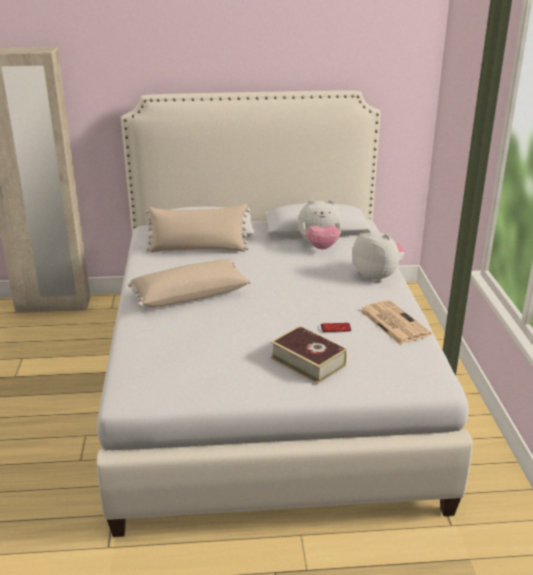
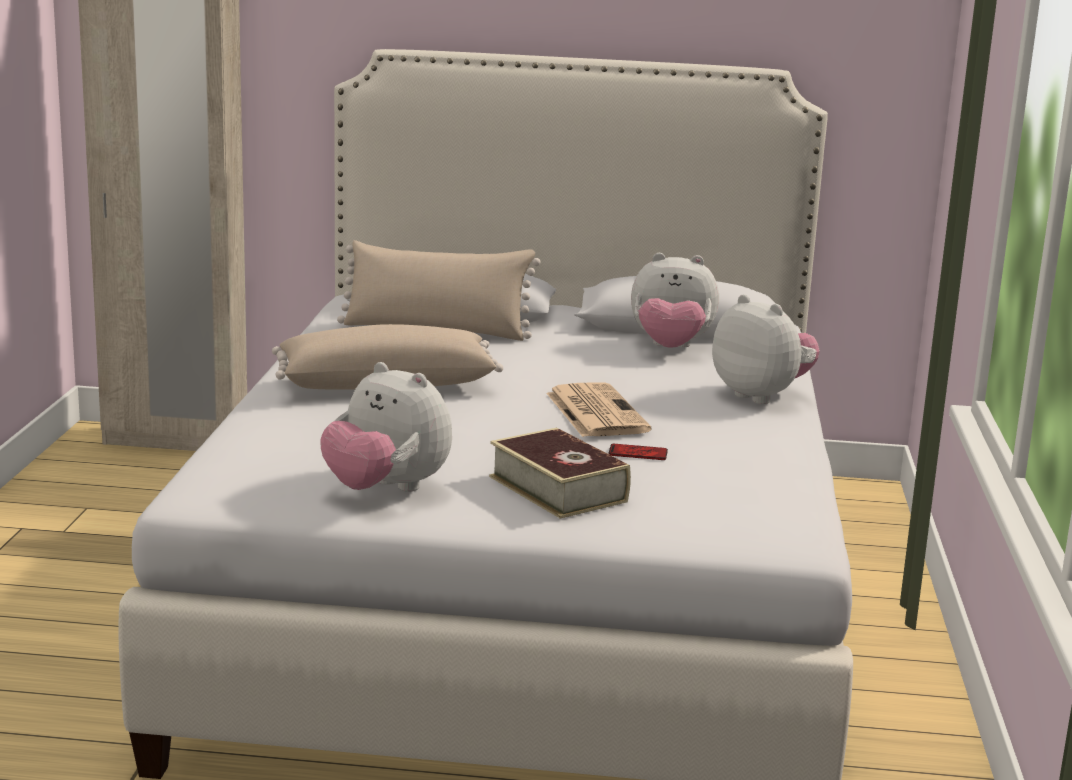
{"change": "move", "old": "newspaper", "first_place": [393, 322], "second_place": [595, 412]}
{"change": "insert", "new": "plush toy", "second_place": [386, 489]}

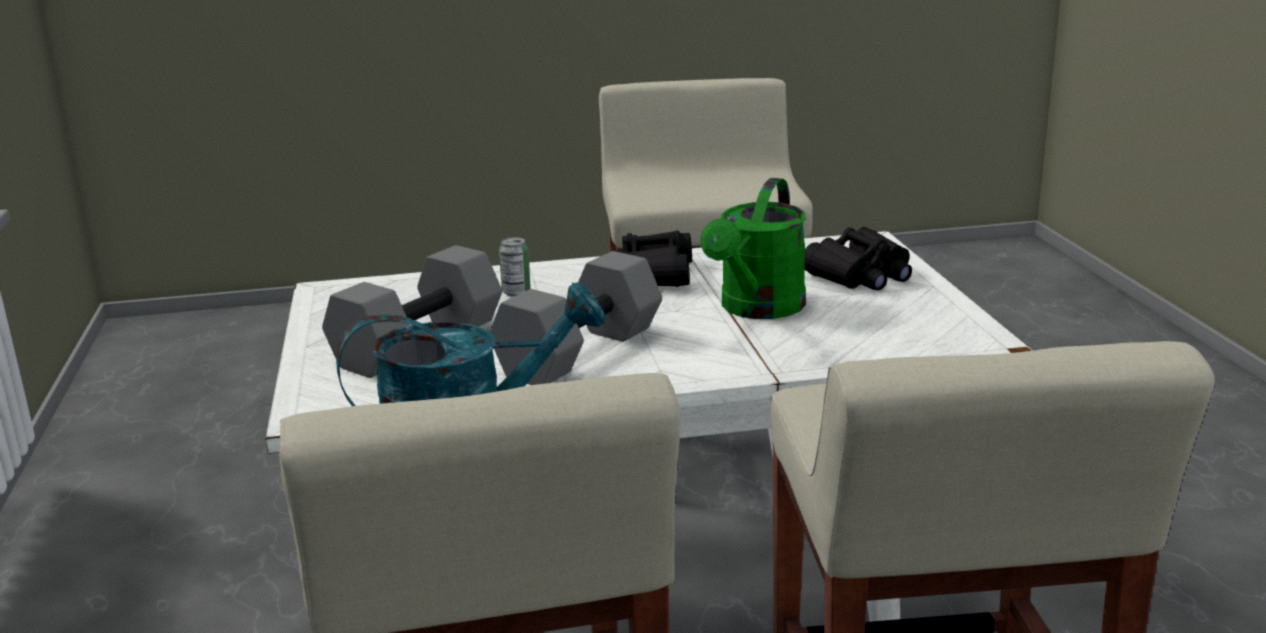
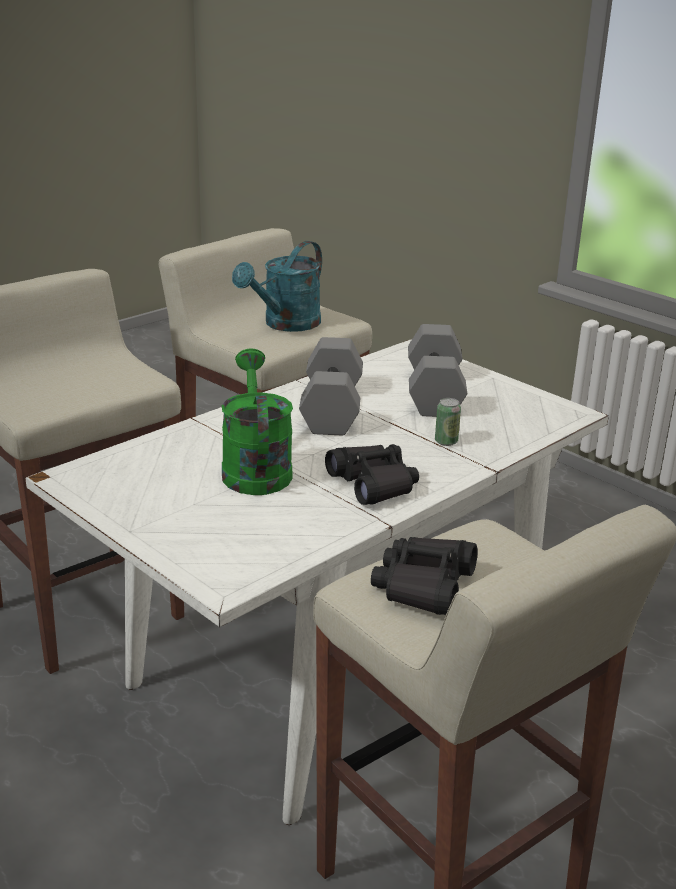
{"change": "move", "old": "black binoculars", "first_place": [860, 275], "second_place": [424, 585]}

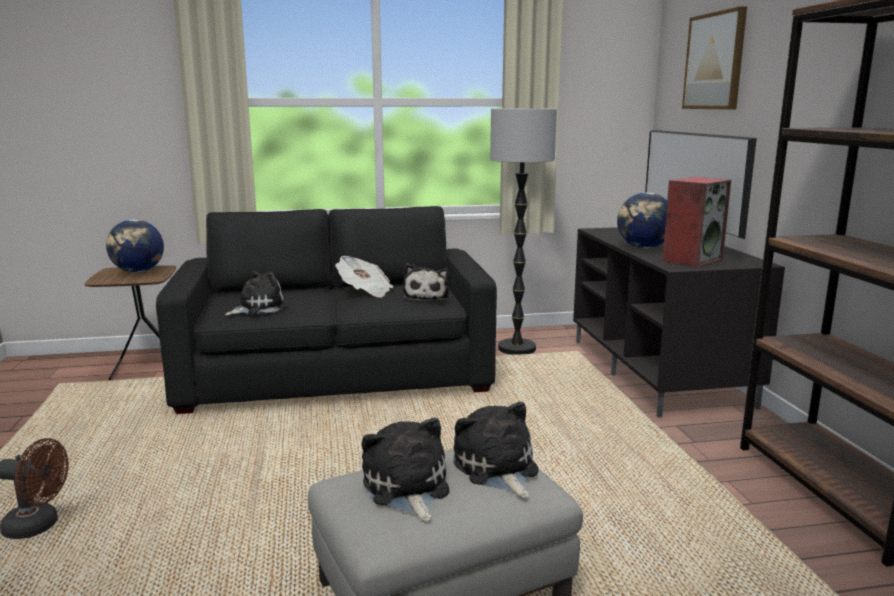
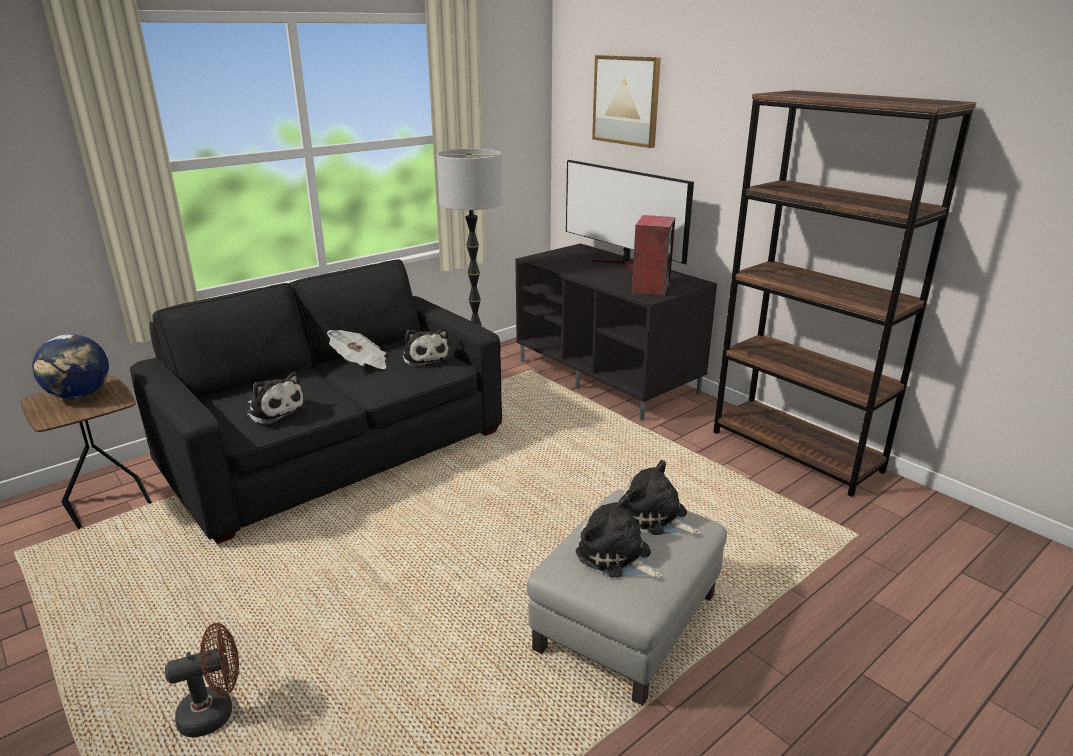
{"change": "rotate", "old": "plush toy", "first_place": [257, 308], "second_place": [274, 410], "degrees": 105}
{"change": "delete", "old": "globe", "first_place": [643, 247]}

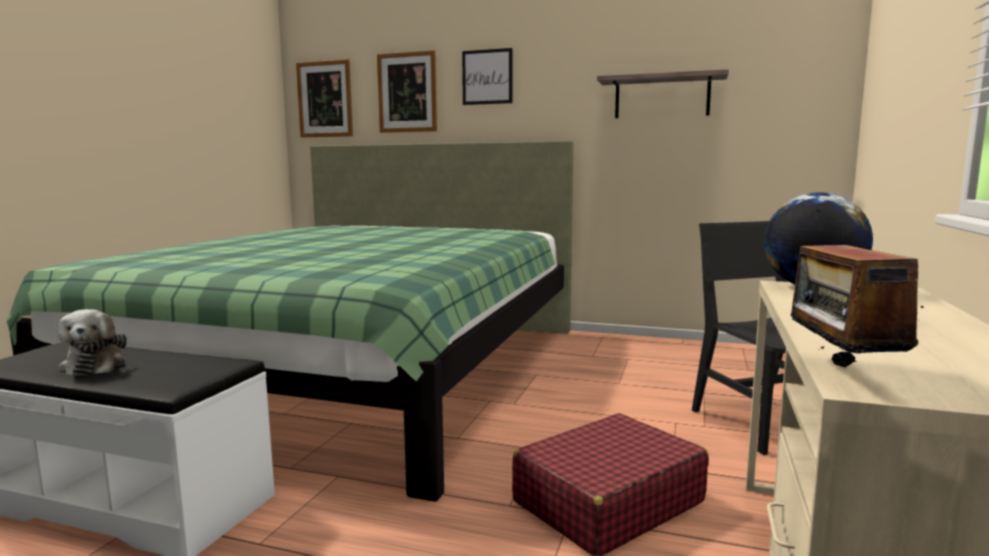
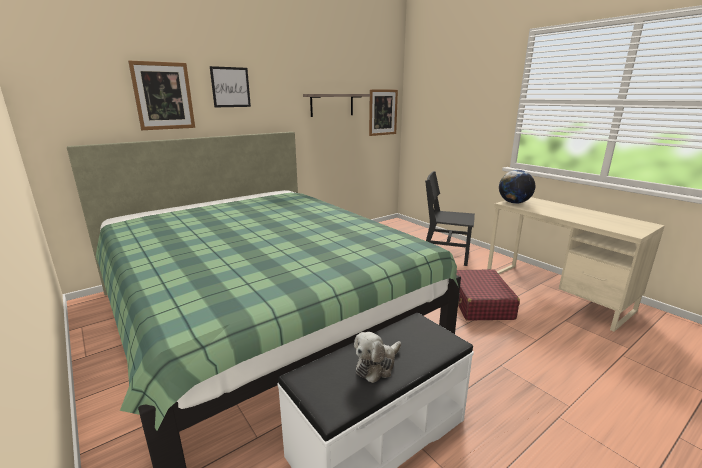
{"change": "rotate", "old": "plush toy", "first_place": [95, 365], "second_place": [377, 365], "degrees": 120}
{"change": "move", "old": "picture", "first_place": [325, 99], "second_place": [383, 112]}
{"change": "delete", "old": "radio", "first_place": [839, 375]}

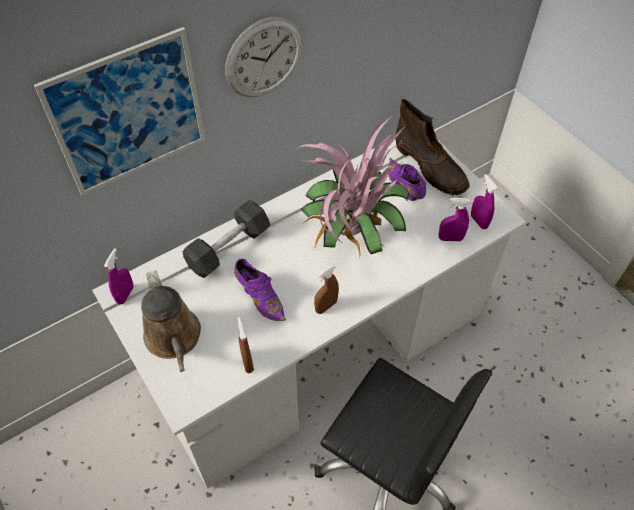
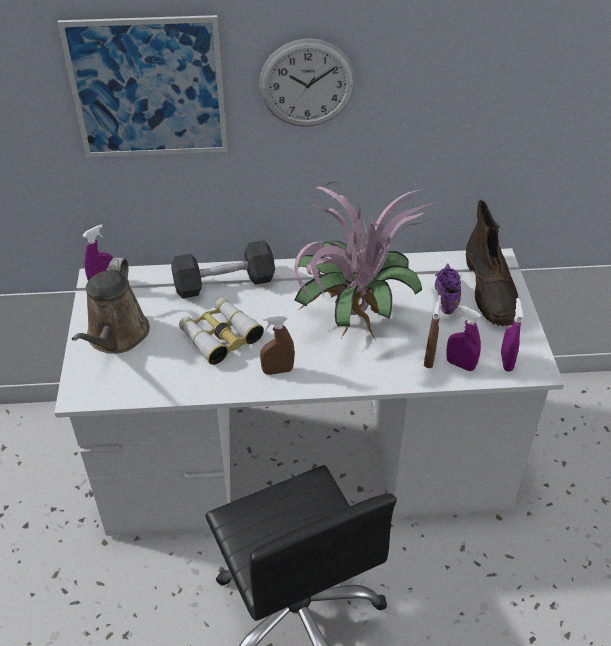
{"change": "replace", "old": "purple shoe", "new": "binoculars", "first_place": [260, 297], "second_place": [220, 336]}
{"change": "move", "old": "brown spray bottle", "first_place": [247, 362], "second_place": [429, 358]}

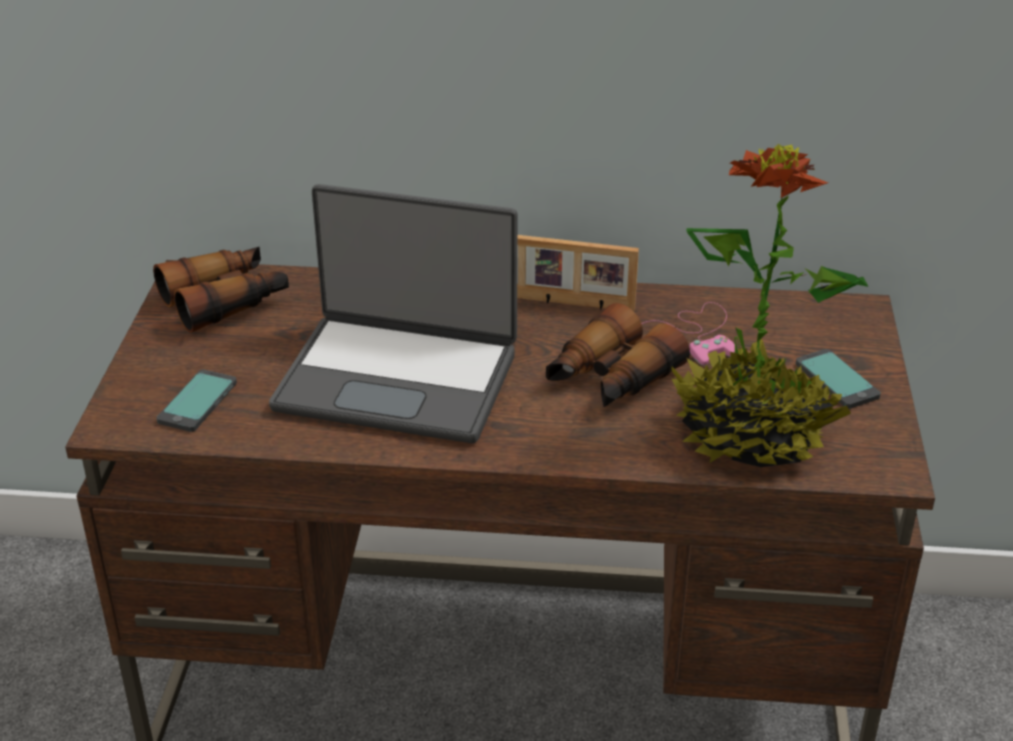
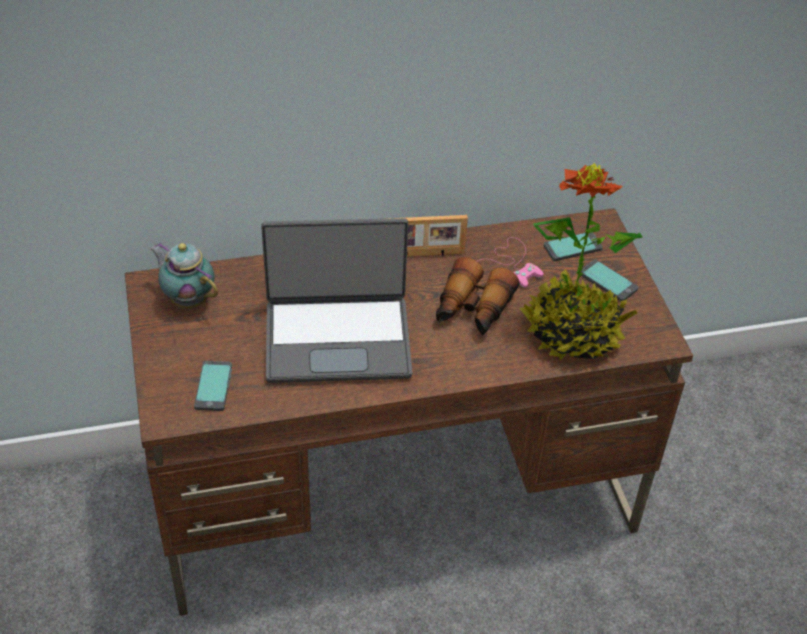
{"change": "replace", "old": "binoculars", "new": "teapot", "first_place": [226, 301], "second_place": [188, 299]}
{"change": "insert", "new": "phone", "second_place": [572, 247]}

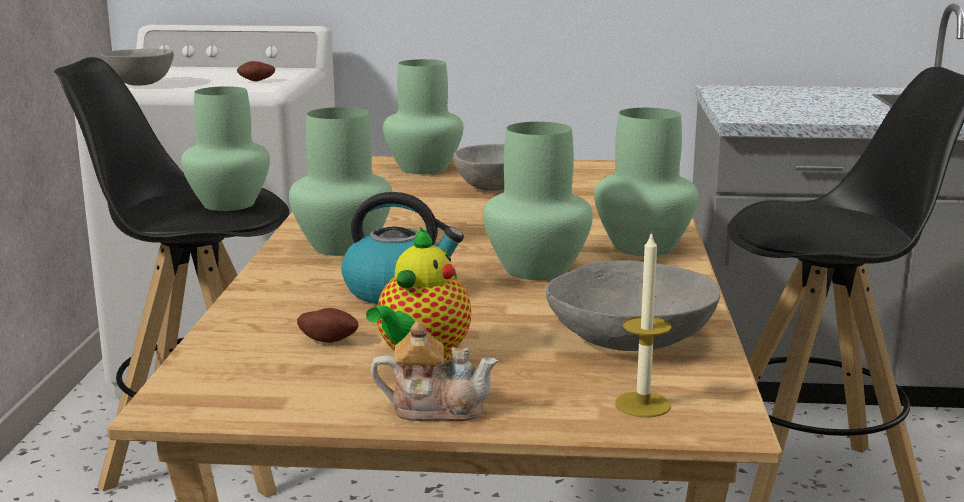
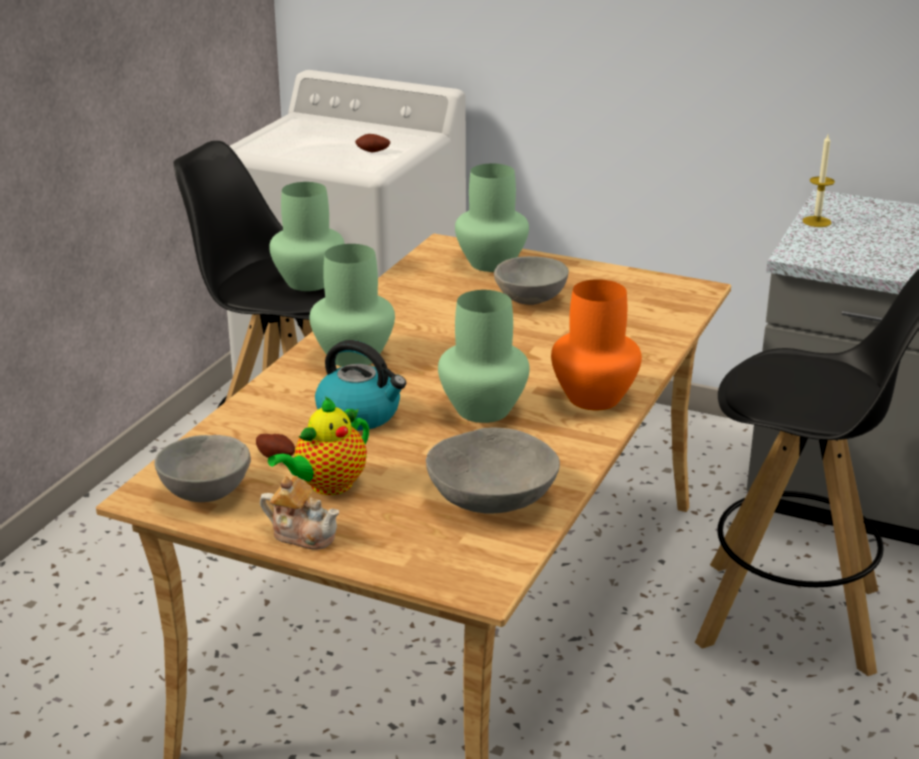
{"change": "move", "old": "grey bowl", "first_place": [139, 85], "second_place": [204, 493]}
{"change": "recolor", "old": "green vase", "new": "orange vase", "first_place": [642, 247], "second_place": [592, 398]}
{"change": "move", "old": "candle", "first_place": [643, 404], "second_place": [816, 222]}

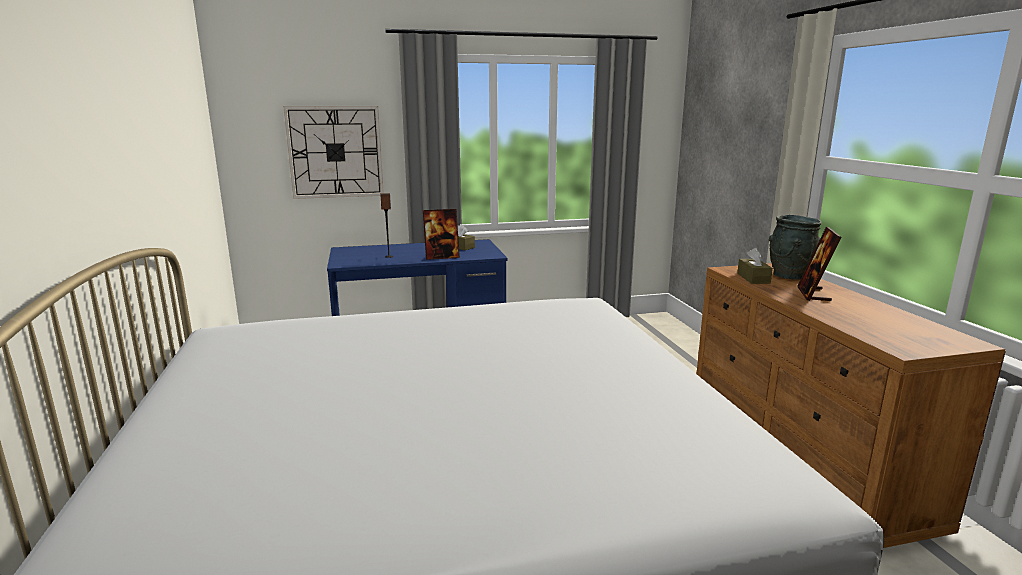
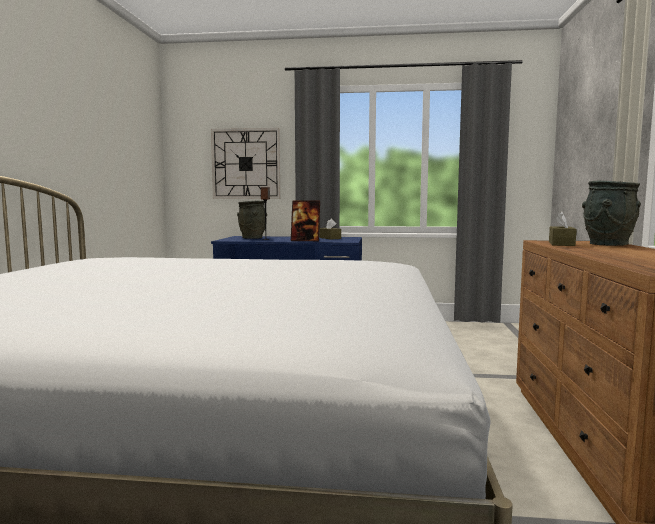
{"change": "delete", "old": "picture frame", "first_place": [813, 294]}
{"change": "insert", "new": "grey vase", "second_place": [252, 238]}

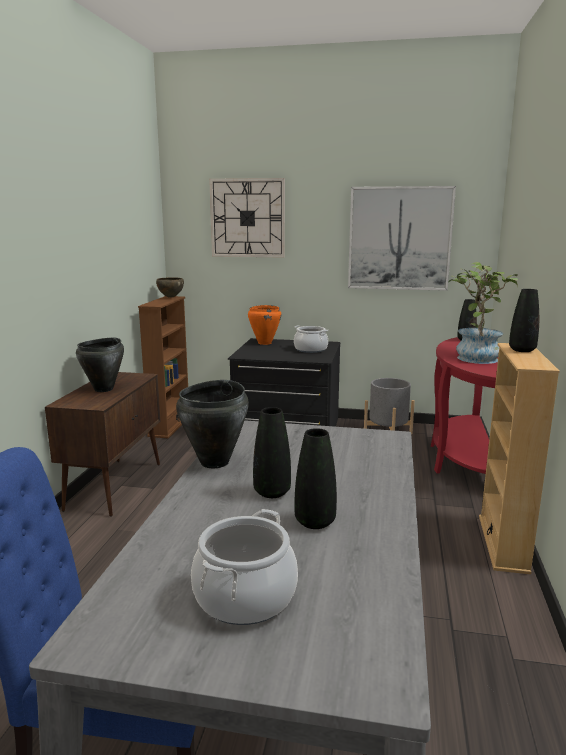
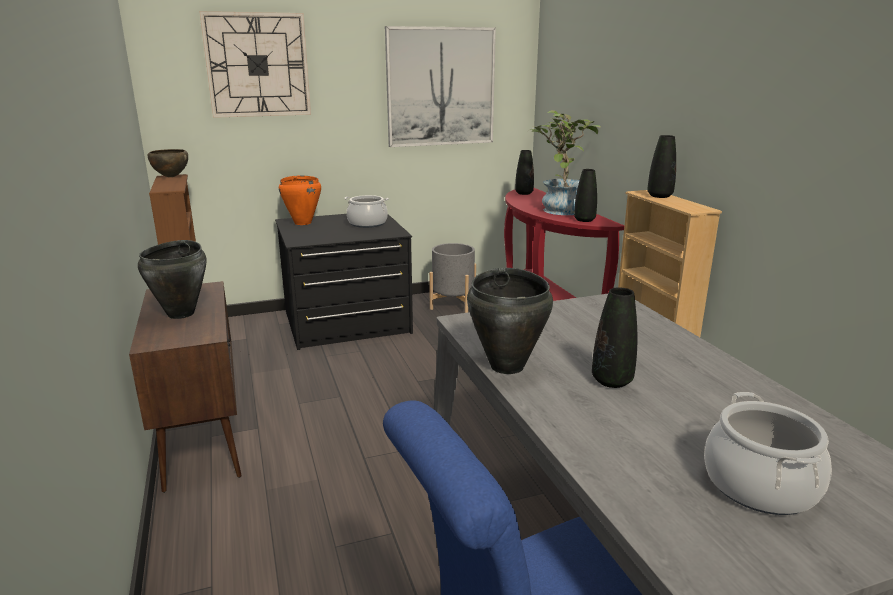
{"change": "move", "old": "black vase", "first_place": [315, 522], "second_place": [584, 220]}

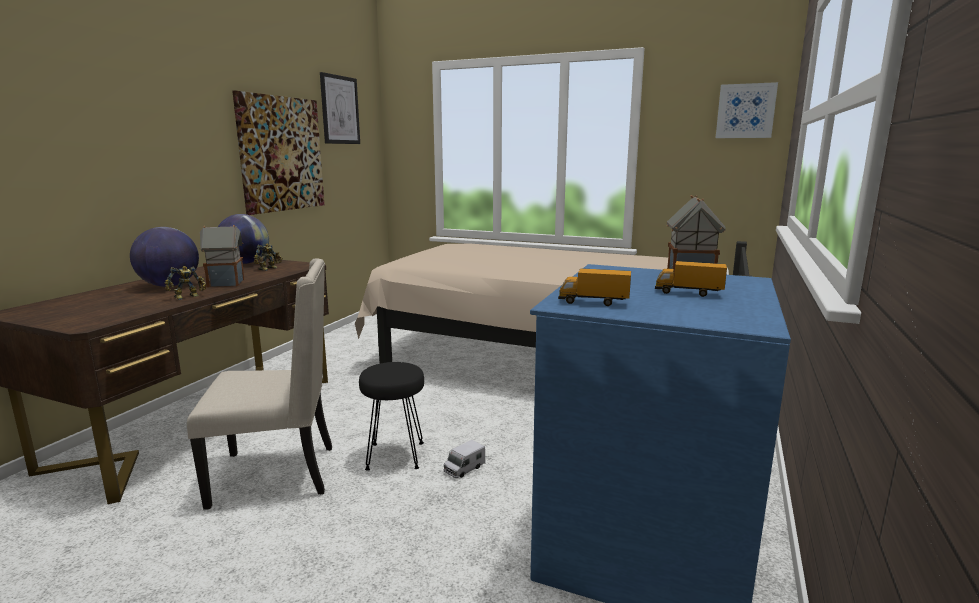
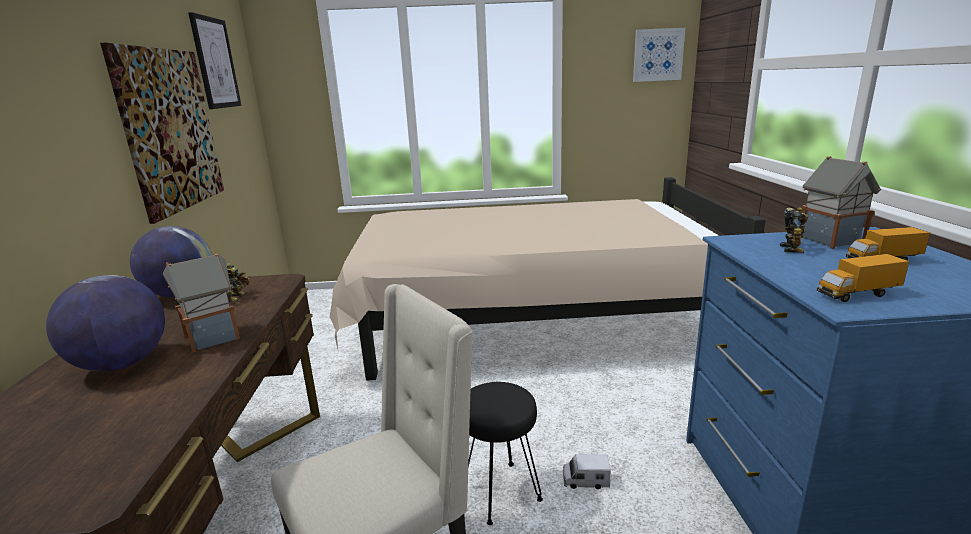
{"change": "move", "old": "toy robot", "first_place": [188, 297], "second_place": [794, 249]}
{"change": "rotate", "old": "toy truck", "first_place": [464, 468], "second_place": [585, 481], "degrees": 75}

